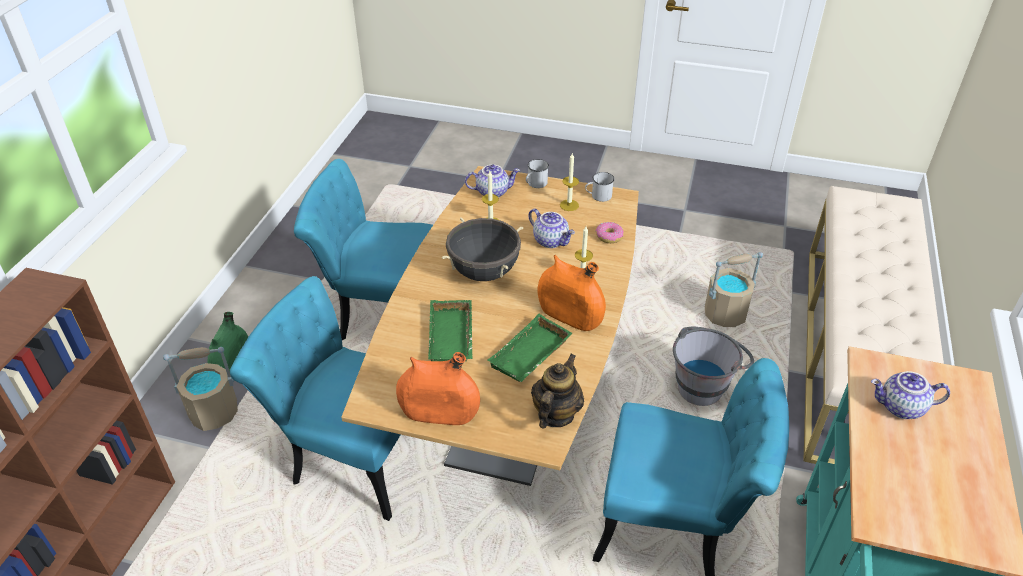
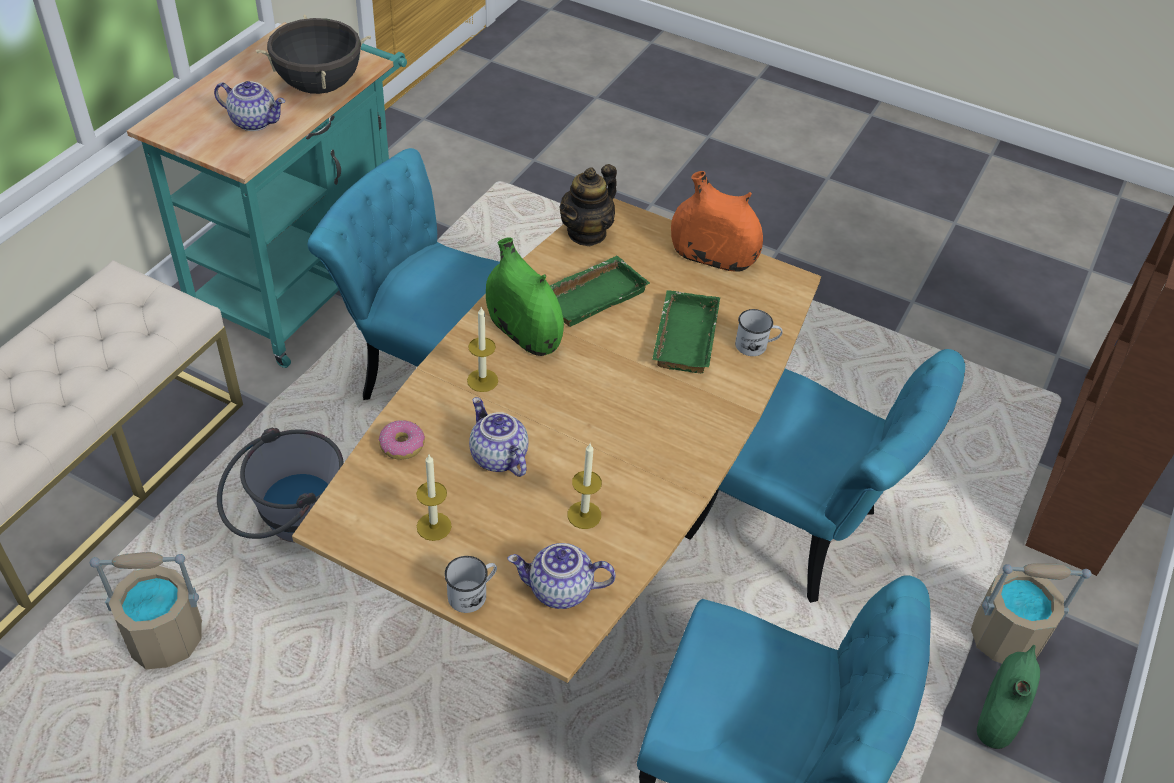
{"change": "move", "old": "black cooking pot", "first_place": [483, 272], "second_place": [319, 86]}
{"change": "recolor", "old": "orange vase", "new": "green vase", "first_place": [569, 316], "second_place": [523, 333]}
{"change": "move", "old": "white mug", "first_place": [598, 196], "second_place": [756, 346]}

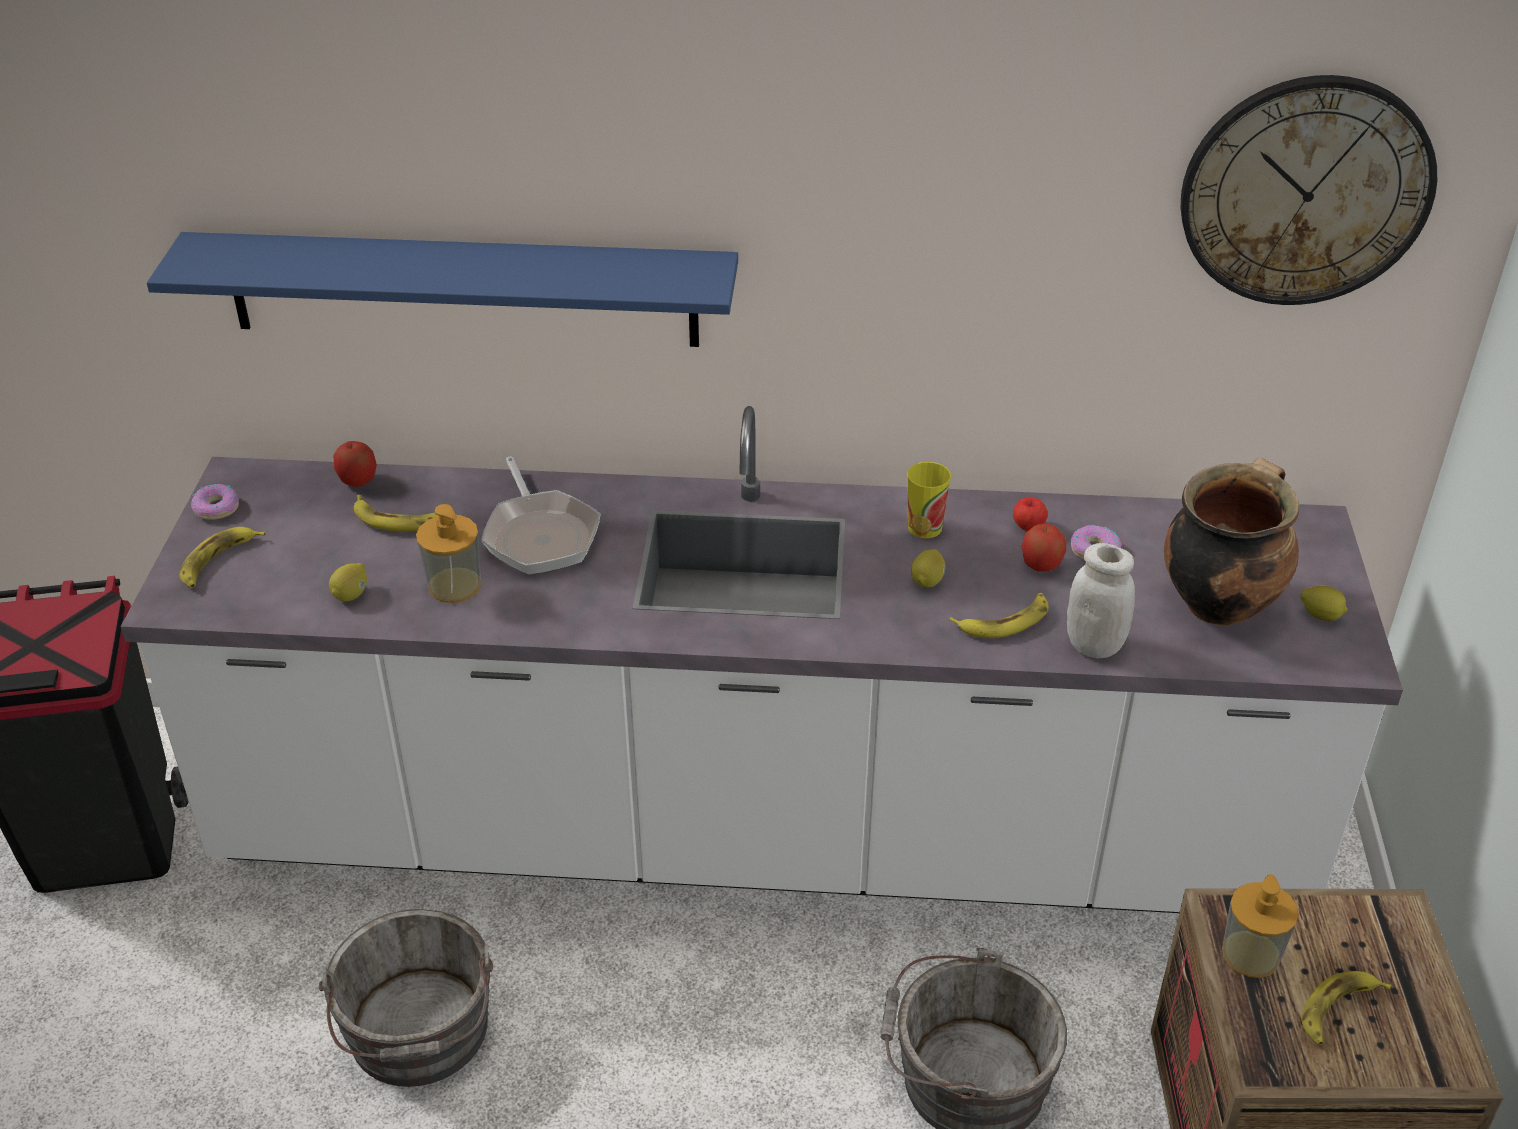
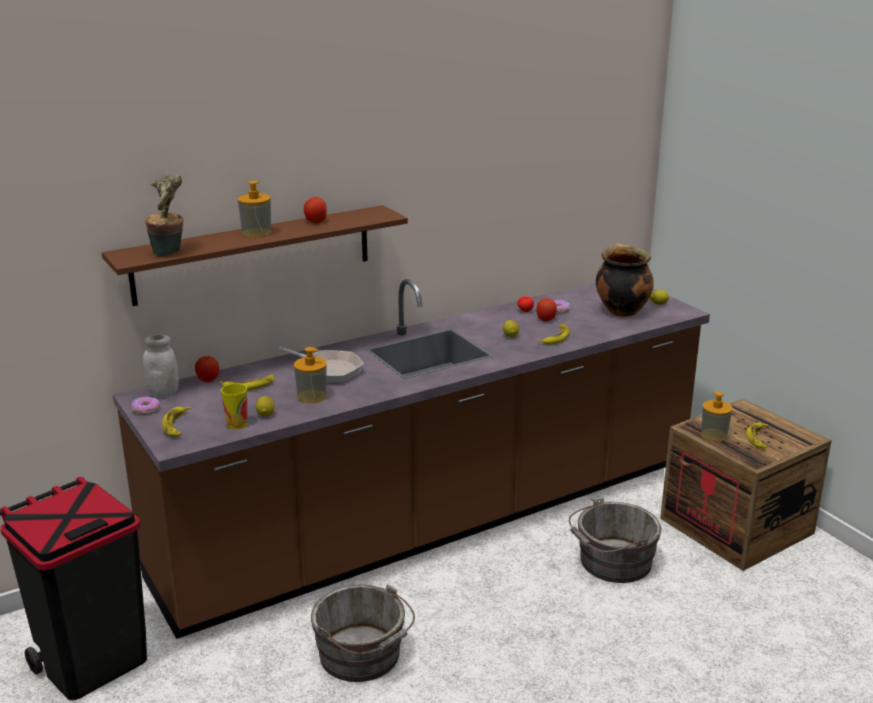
{"change": "recolor", "old": "white counter", "new": "brown counter", "first_place": [759, 834], "second_place": [436, 522]}
{"change": "recolor", "old": "blue shelf", "new": "brown shelf", "first_place": [463, 289], "second_place": [254, 254]}
{"change": "move", "old": "cup", "first_place": [924, 527], "second_place": [237, 424]}
{"change": "move", "old": "white jar", "first_place": [1094, 645], "second_place": [163, 393]}
{"change": "delete", "old": "wall clock", "first_place": [1305, 191]}
{"change": "insert", "new": "potted plant", "second_place": [169, 253]}
{"change": "insert", "new": "soap dispenser", "second_place": [256, 233]}
{"change": "insert", "new": "apple", "second_place": [316, 221]}

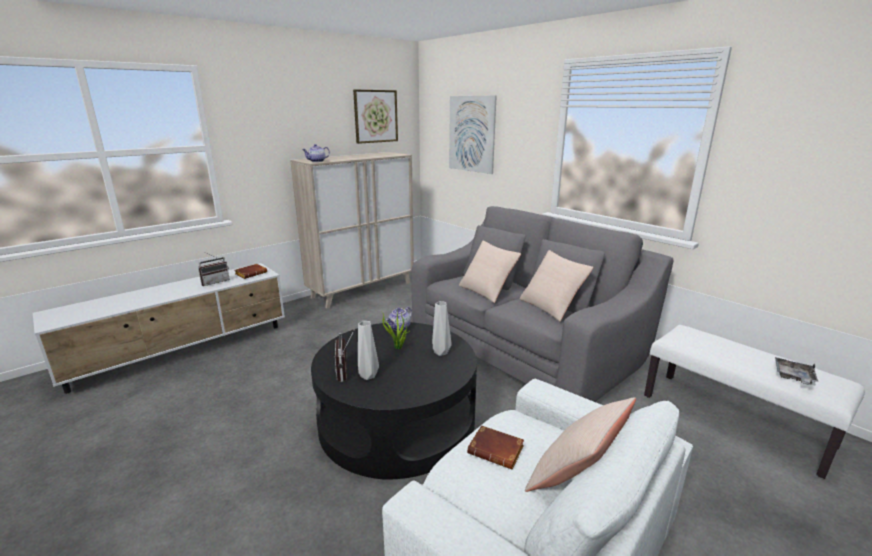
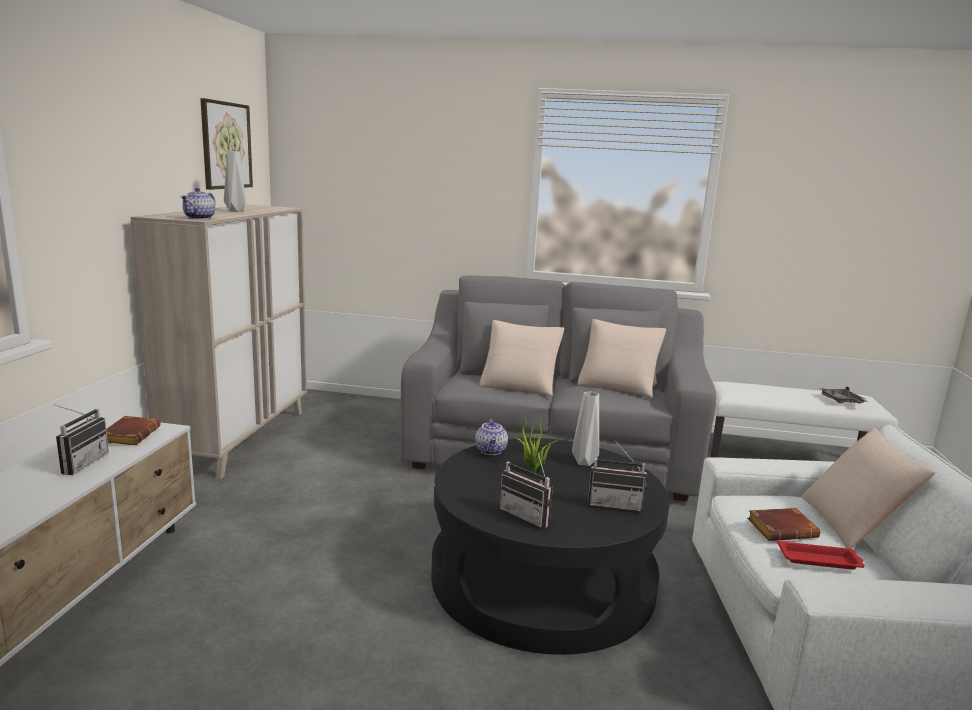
{"change": "move", "old": "grey vase", "first_place": [369, 376], "second_place": [237, 211]}
{"change": "delete", "old": "picture", "first_place": [471, 134]}
{"change": "insert", "new": "radio", "second_place": [615, 504]}
{"change": "insert", "new": "red tray", "second_place": [820, 560]}

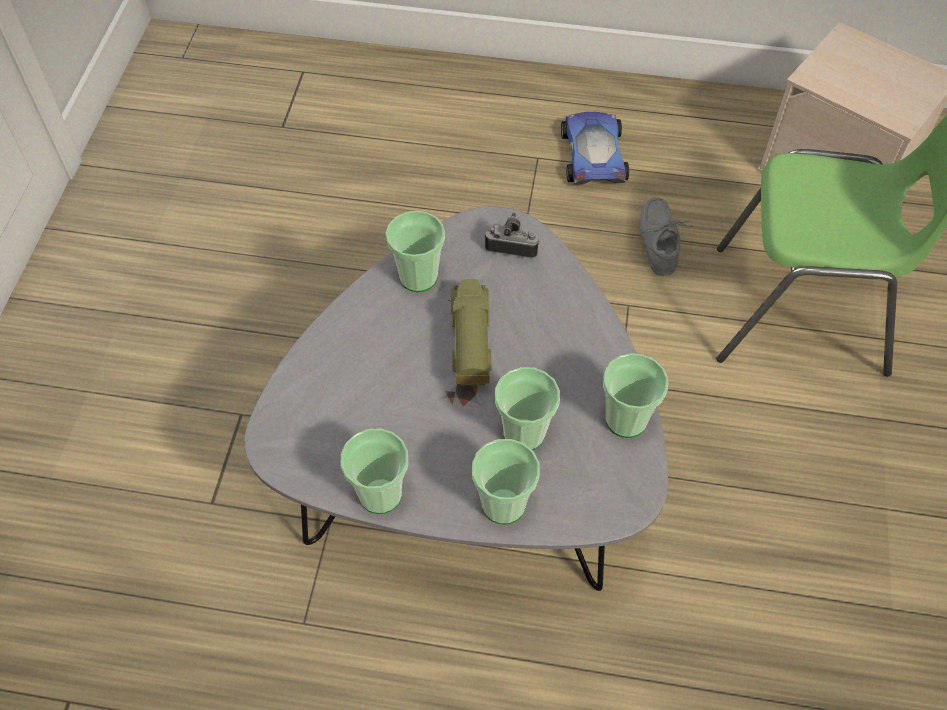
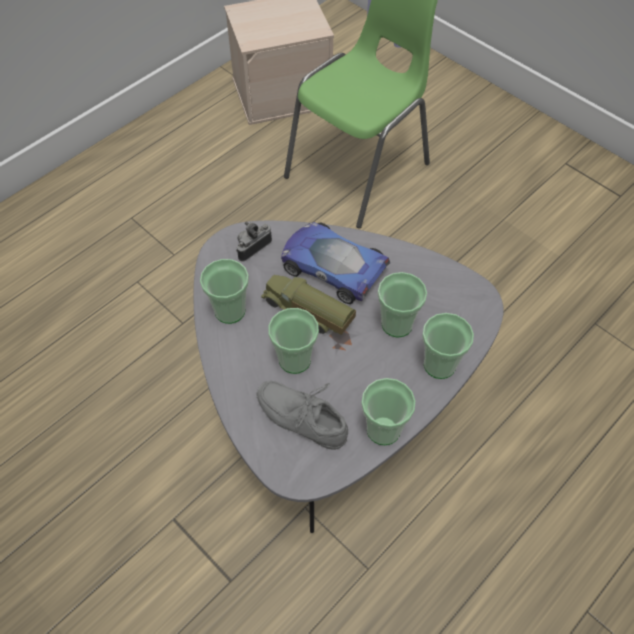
{"change": "move", "old": "toy car", "first_place": [593, 155], "second_place": [332, 267]}
{"change": "move", "old": "cup", "first_place": [626, 419], "second_place": [295, 359]}
{"change": "move", "old": "grey shoe", "first_place": [661, 241], "second_place": [303, 416]}

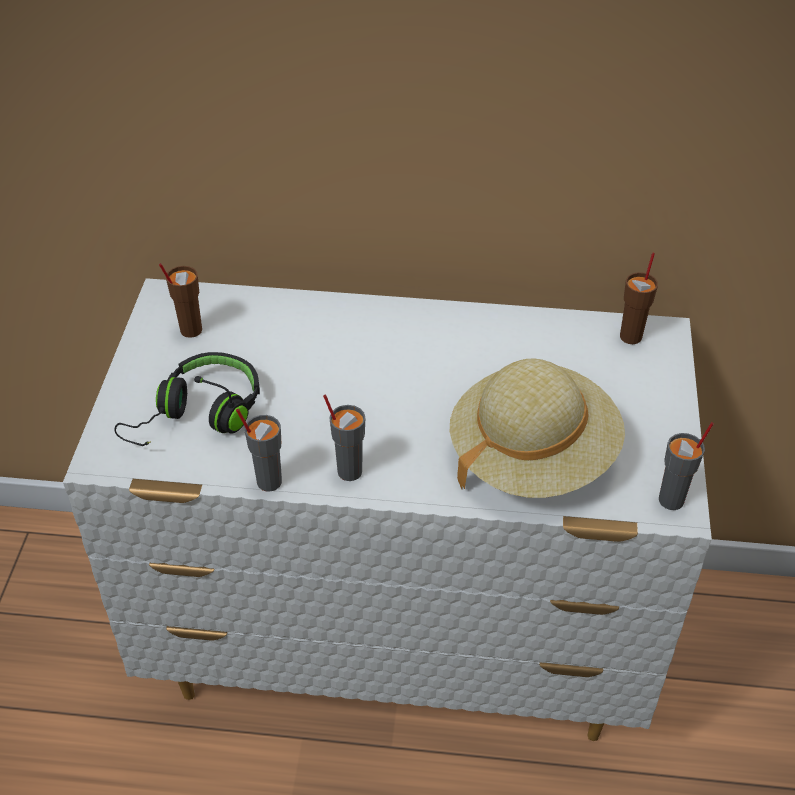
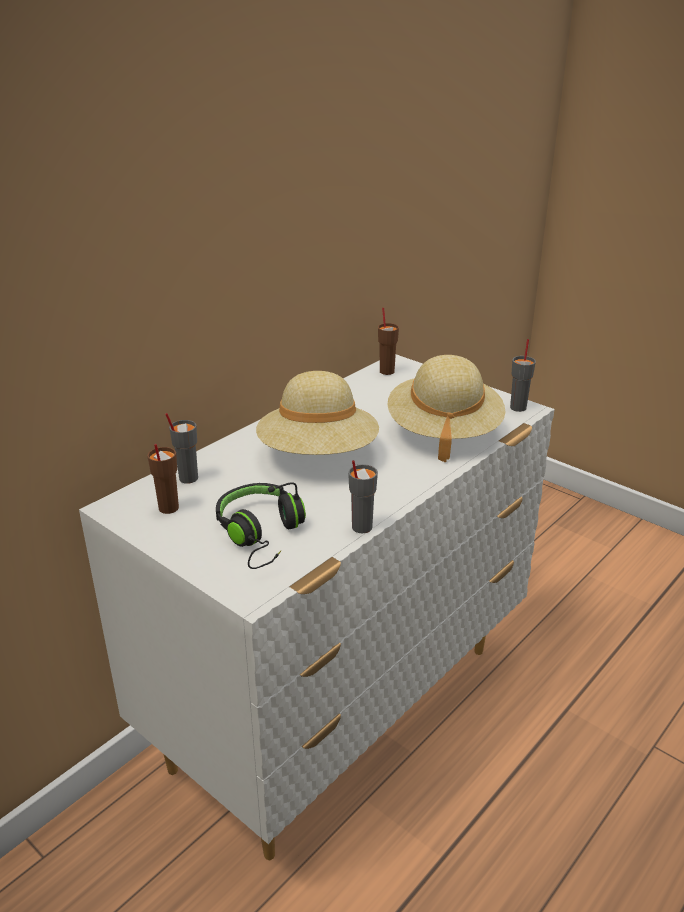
{"change": "move", "old": "grey cup", "first_place": [349, 471], "second_place": [187, 478]}
{"change": "insert", "new": "beige hat", "second_place": [318, 455]}

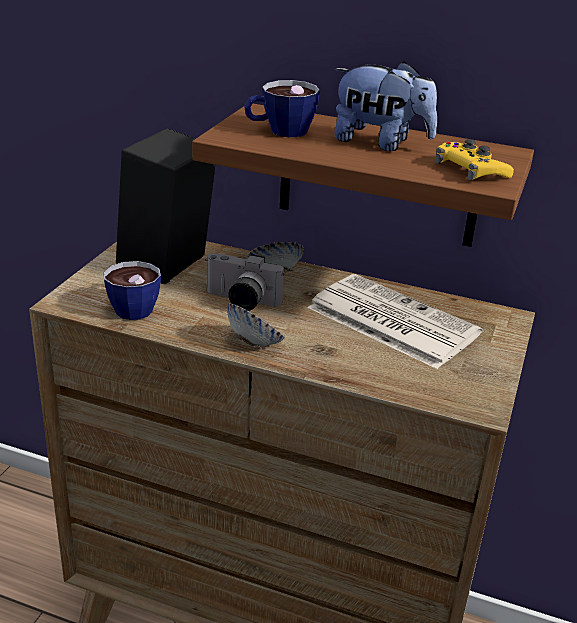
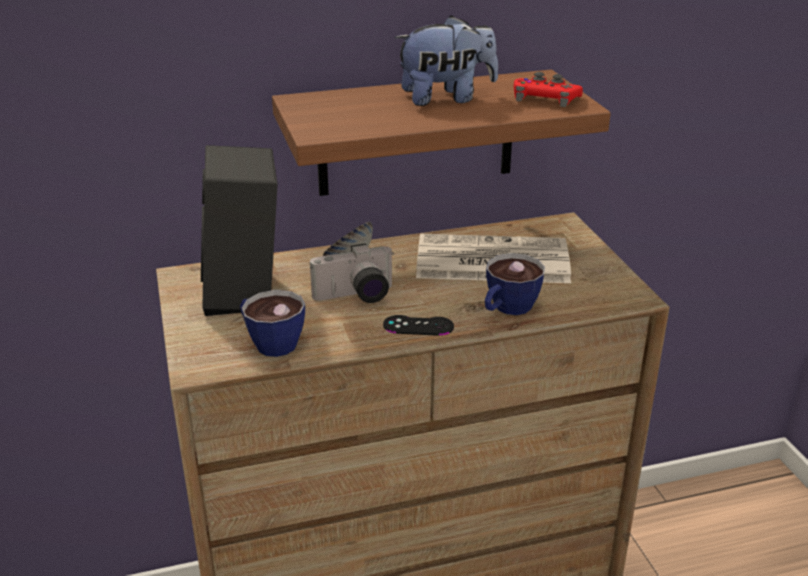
{"change": "replace", "old": "bowl", "new": "black game controller", "first_place": [254, 344], "second_place": [418, 326]}
{"change": "move", "old": "cup", "first_place": [279, 131], "second_place": [507, 309]}
{"change": "recolor", "old": "yellow game controller", "new": "red game controller", "first_place": [470, 170], "second_place": [545, 99]}

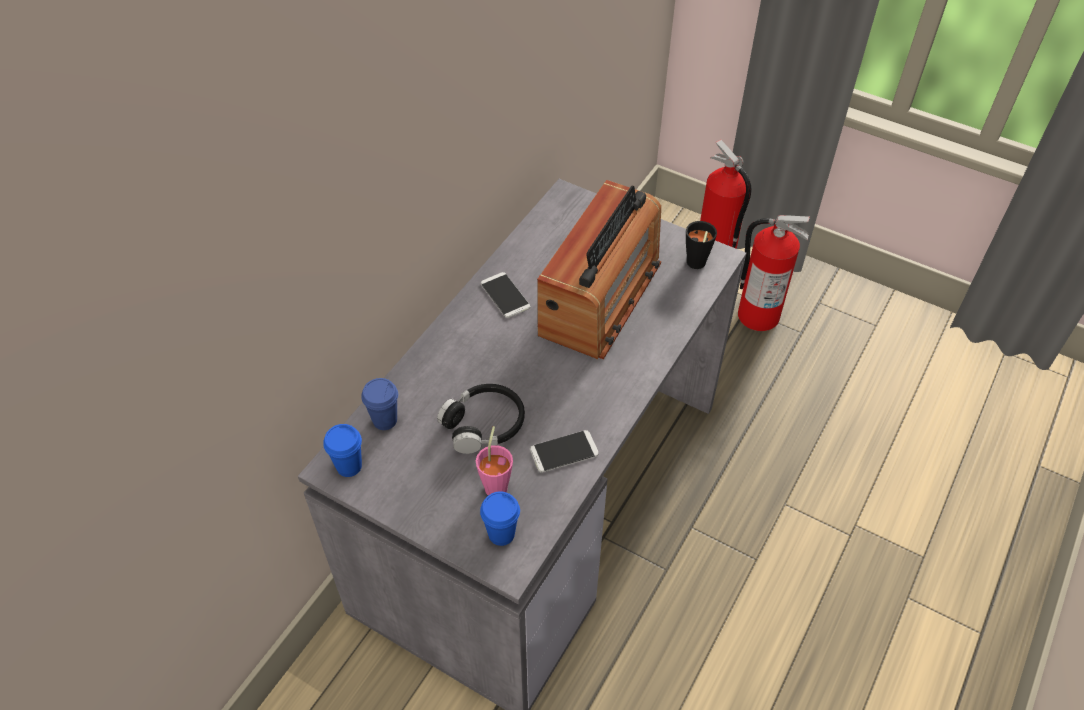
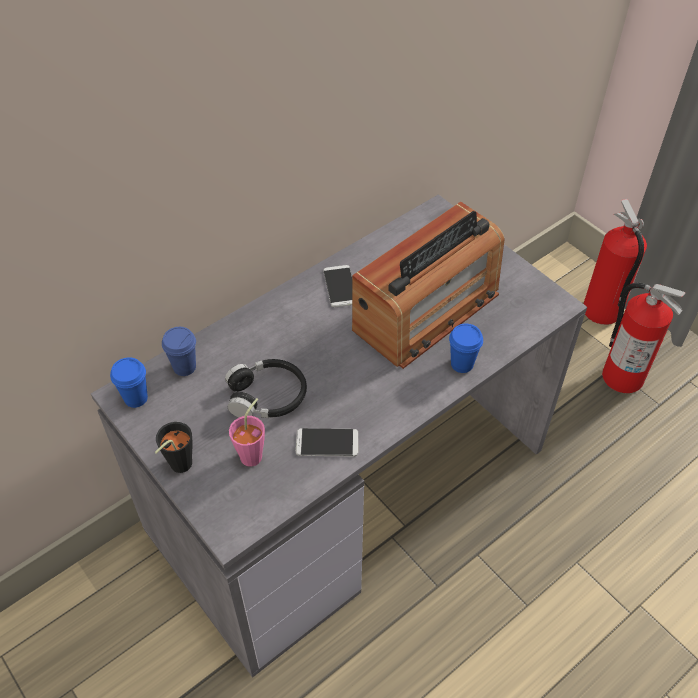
{"change": "move", "old": "blue cup", "first_place": [501, 534], "second_place": [462, 364]}
{"change": "move", "old": "black cup", "first_place": [695, 265], "second_place": [177, 467]}

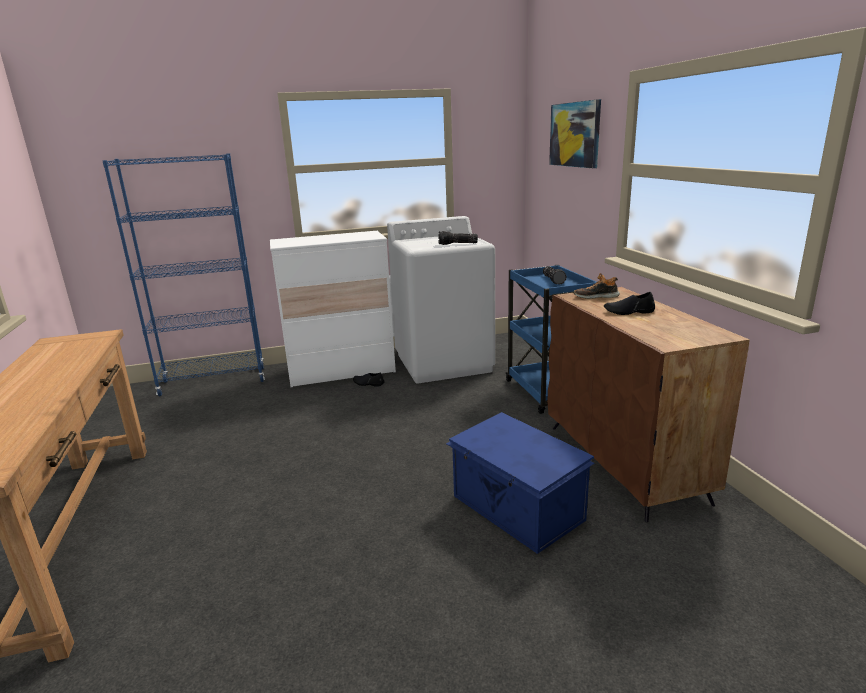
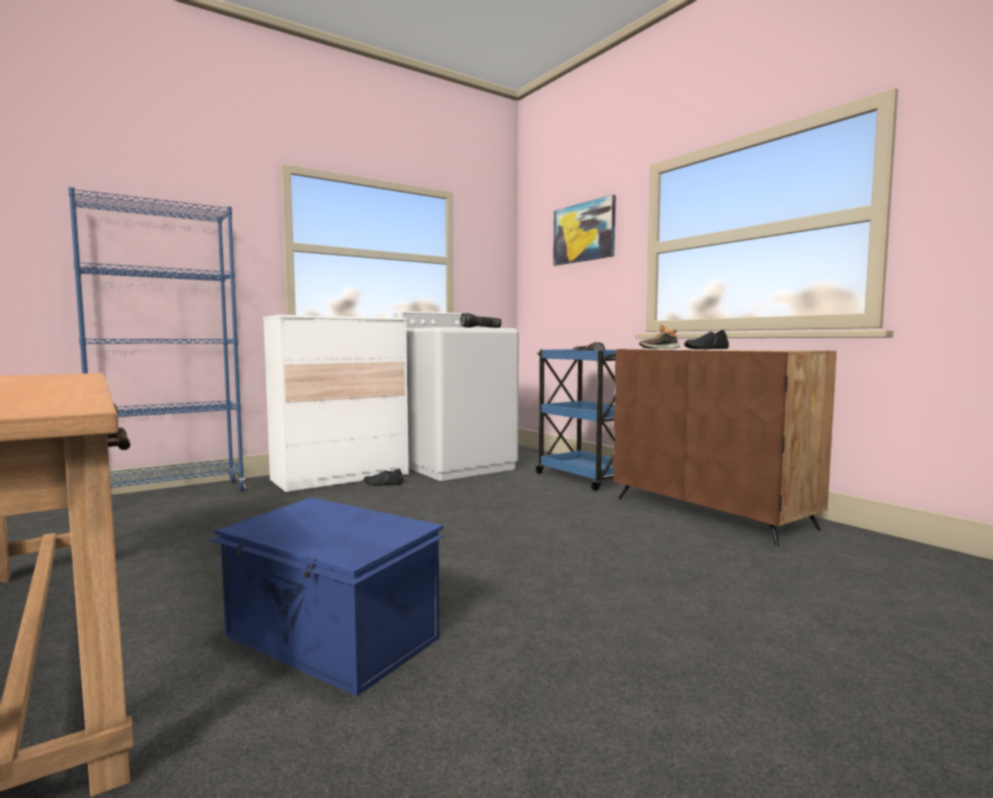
{"change": "move", "old": "blue storage box", "first_place": [516, 509], "second_place": [330, 639]}

